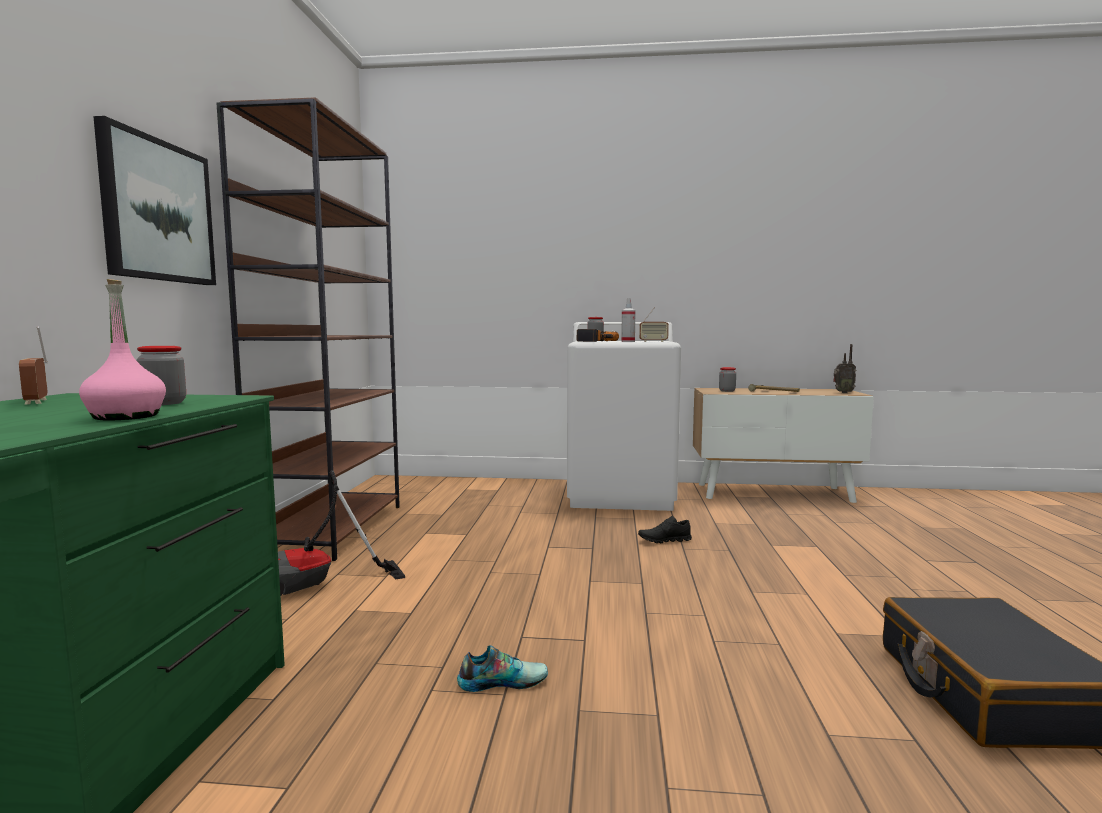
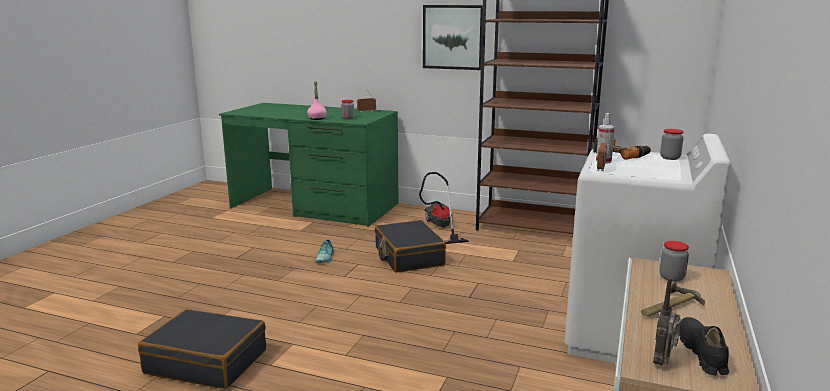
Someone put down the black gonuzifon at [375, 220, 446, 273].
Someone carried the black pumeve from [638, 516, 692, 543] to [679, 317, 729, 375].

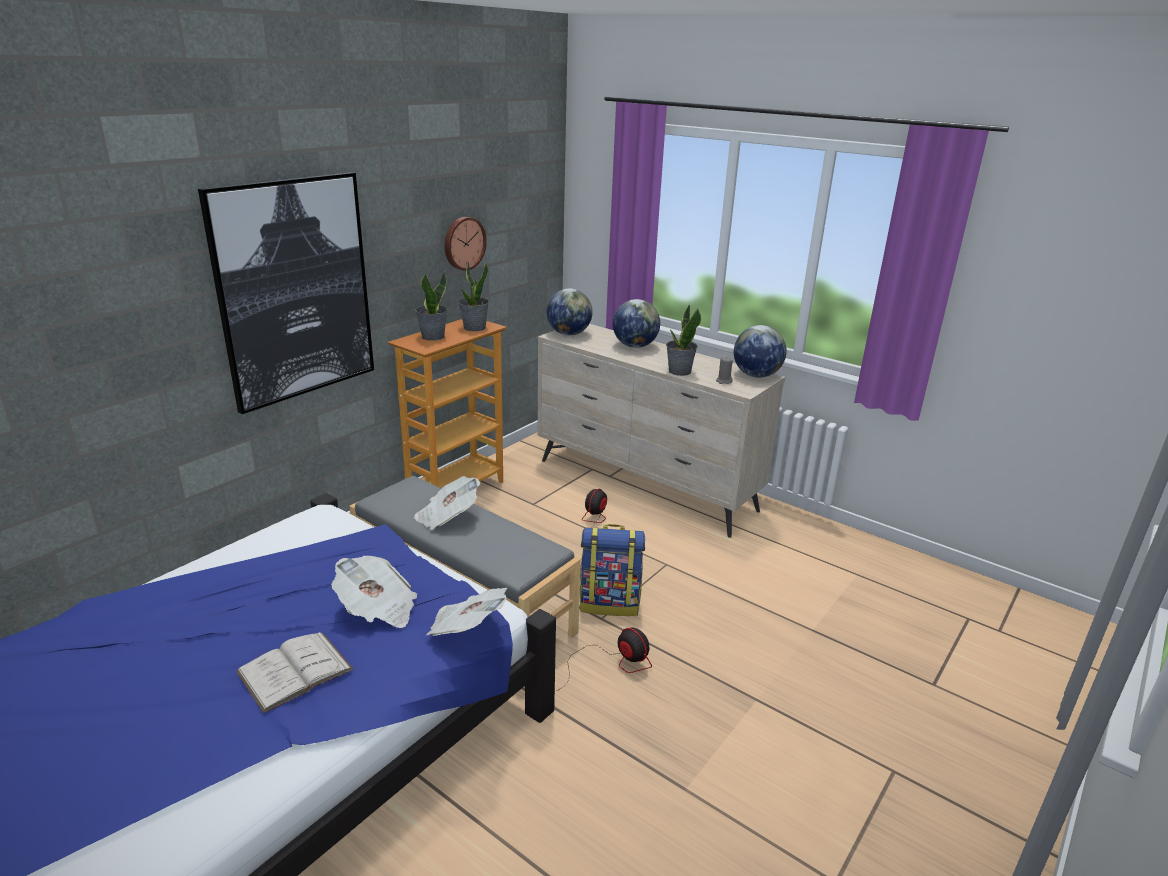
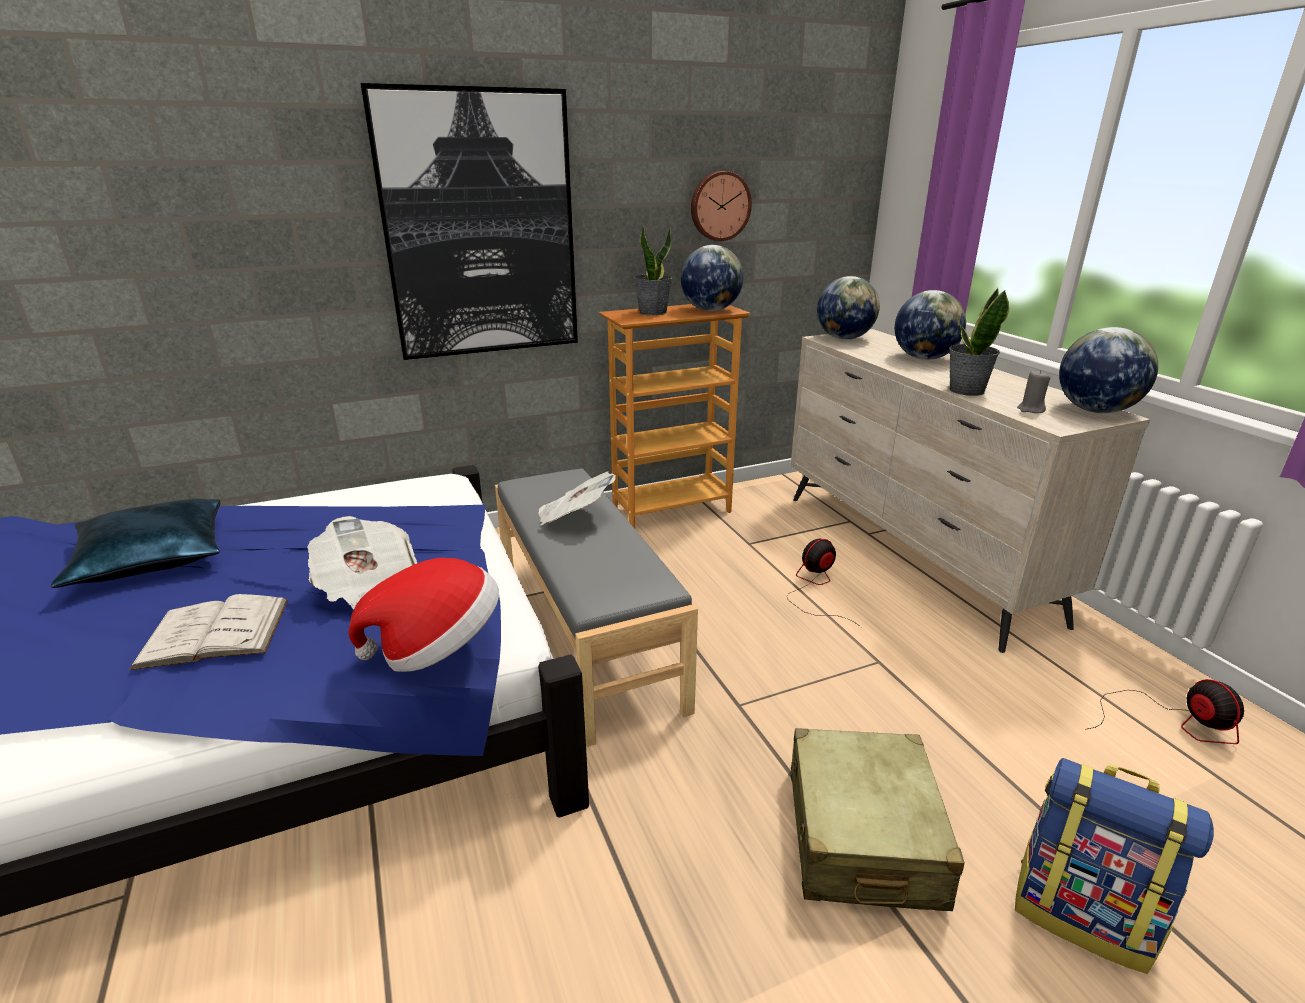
Someone put down the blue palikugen at [51, 499, 221, 588].
Someone swapped the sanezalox at [427, 588, 507, 636] for the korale at [348, 558, 499, 672].
Someone swapped the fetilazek at [459, 262, 489, 331] for the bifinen at [681, 245, 743, 311].
Someone put down the beige gonuzifon at [789, 728, 965, 911].
Someone carried the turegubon from [580, 524, 645, 616] to [1015, 758, 1214, 974].
Someone carried the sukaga from [557, 628, 652, 691] to [1085, 679, 1244, 744].

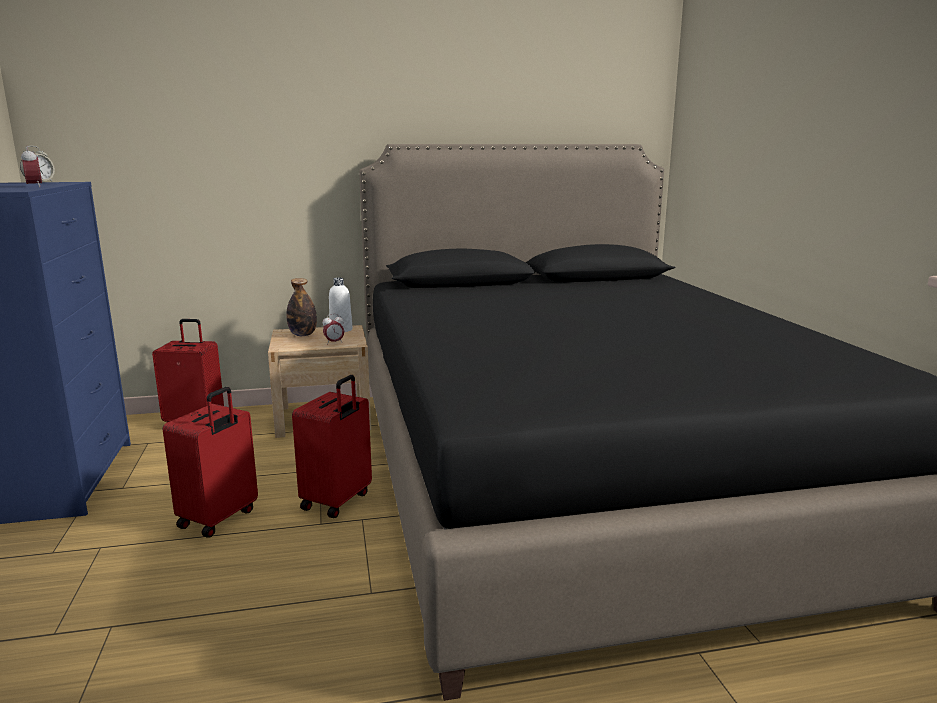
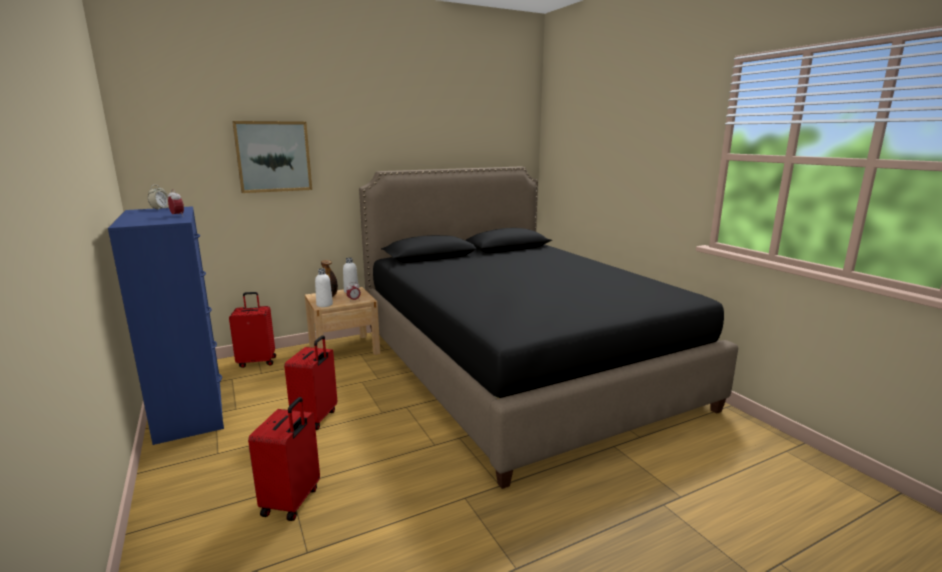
Someone put up the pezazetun at [232, 121, 312, 193].
Someone carried the red gonuzifon from [292, 375, 372, 518] to [248, 397, 320, 521].
Someone put down the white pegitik at [315, 268, 333, 307].

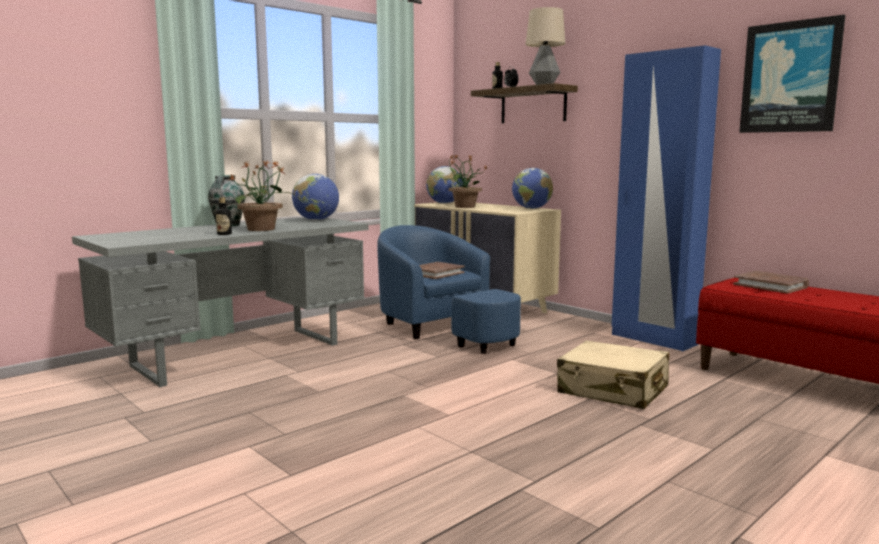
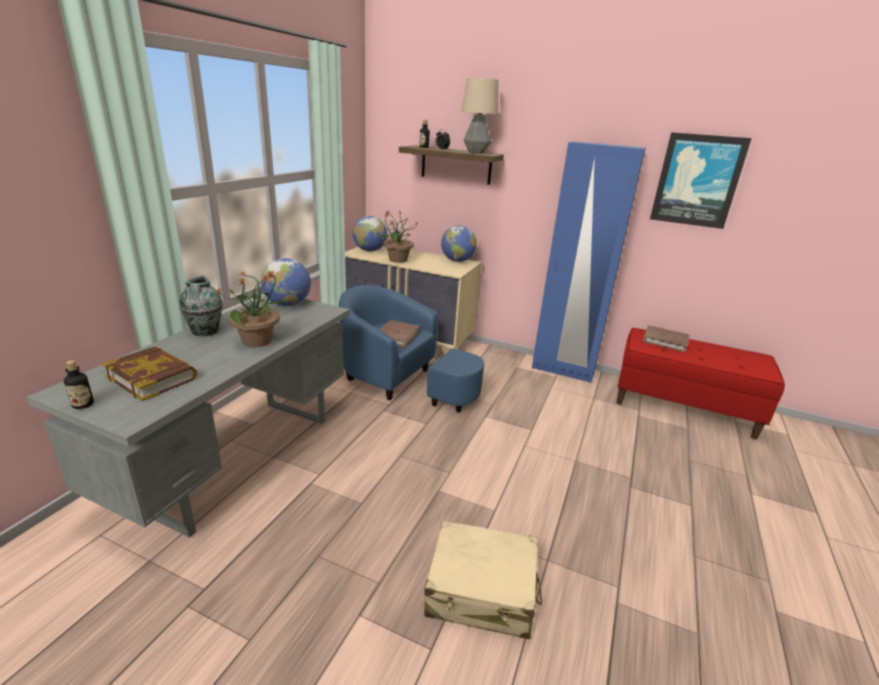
Someone carried the pegitik from [216, 197, 232, 235] to [64, 360, 94, 409].
Someone put down the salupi at [102, 346, 197, 401].
Someone carried the beige gonuzifon from [557, 340, 669, 409] to [424, 520, 542, 639].

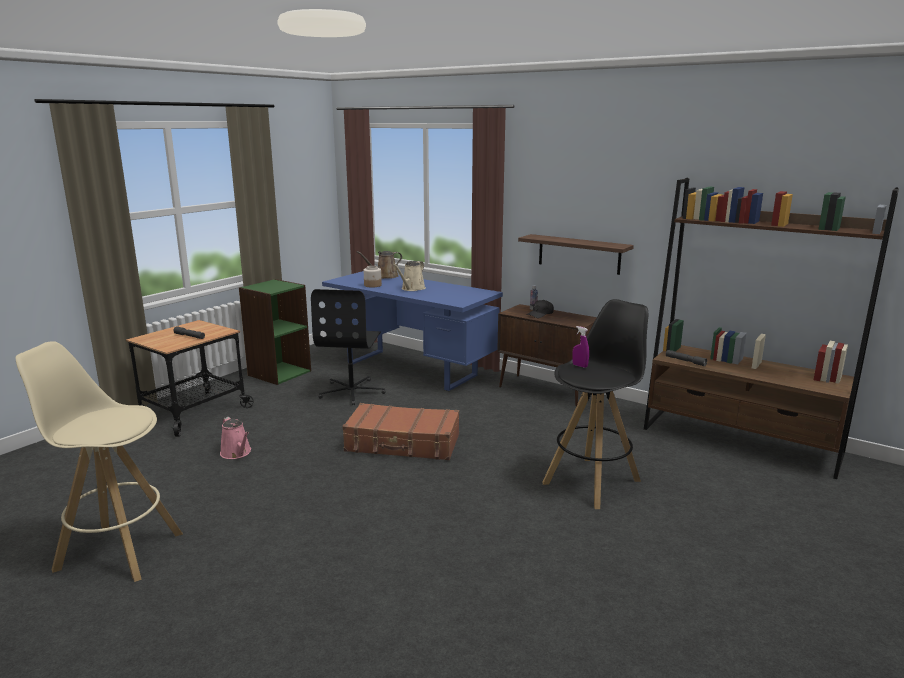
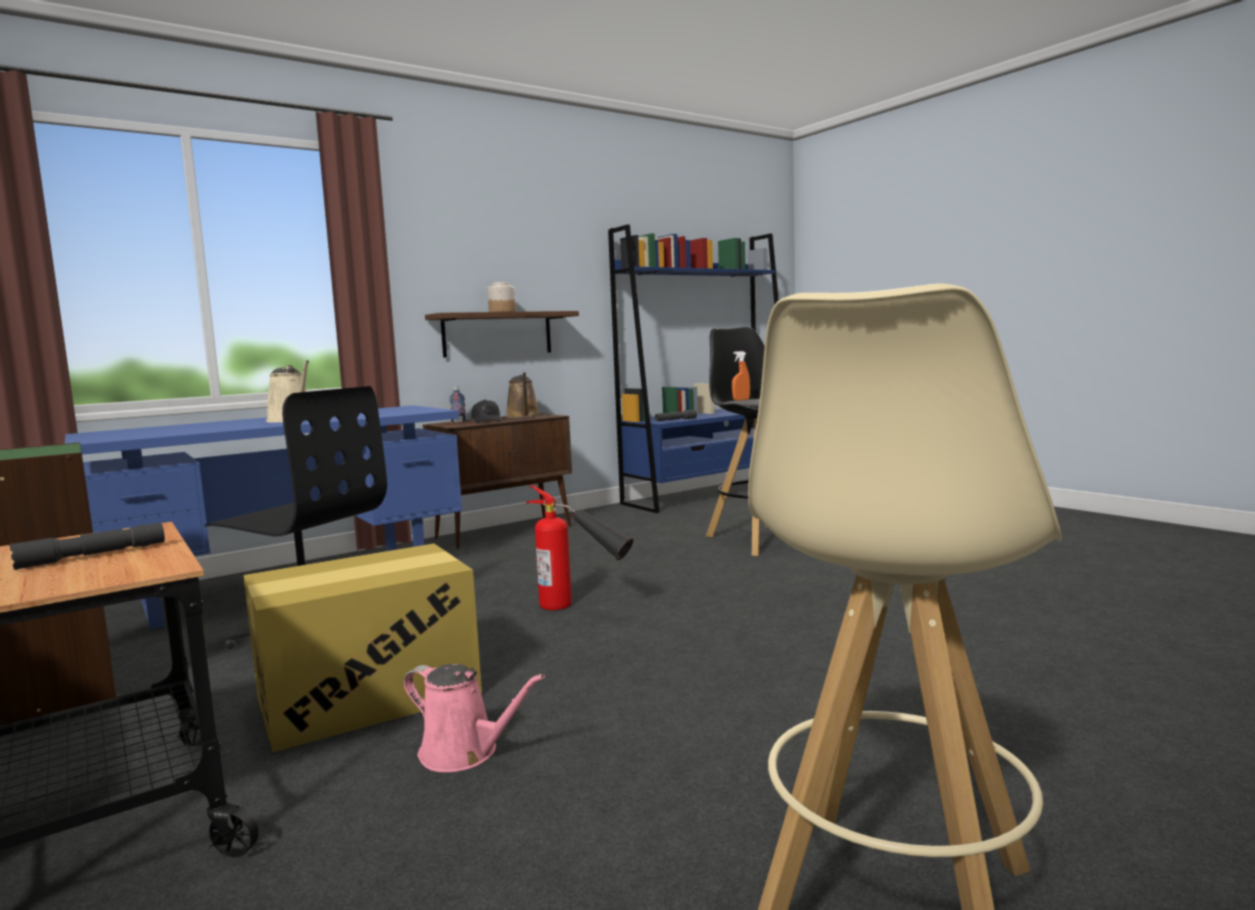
Someone put down the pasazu at [244, 543, 482, 752].
Someone rotated the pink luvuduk at [220, 417, 251, 459] by 45 degrees clockwise.
Someone carried the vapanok from [364, 266, 382, 288] to [488, 282, 516, 312].
Someone carried the brown luvuduk from [357, 251, 402, 279] to [505, 372, 541, 418].
Someone swapped the brown gonuzifon at [342, 403, 459, 460] for the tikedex at [526, 485, 633, 610].
Someone repainted the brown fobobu at [644, 178, 899, 479], which became the blue fobobu at [608, 225, 779, 513].
Someone repainted the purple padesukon at [572, 326, 589, 368], which became the orange padesukon at [732, 351, 750, 401].

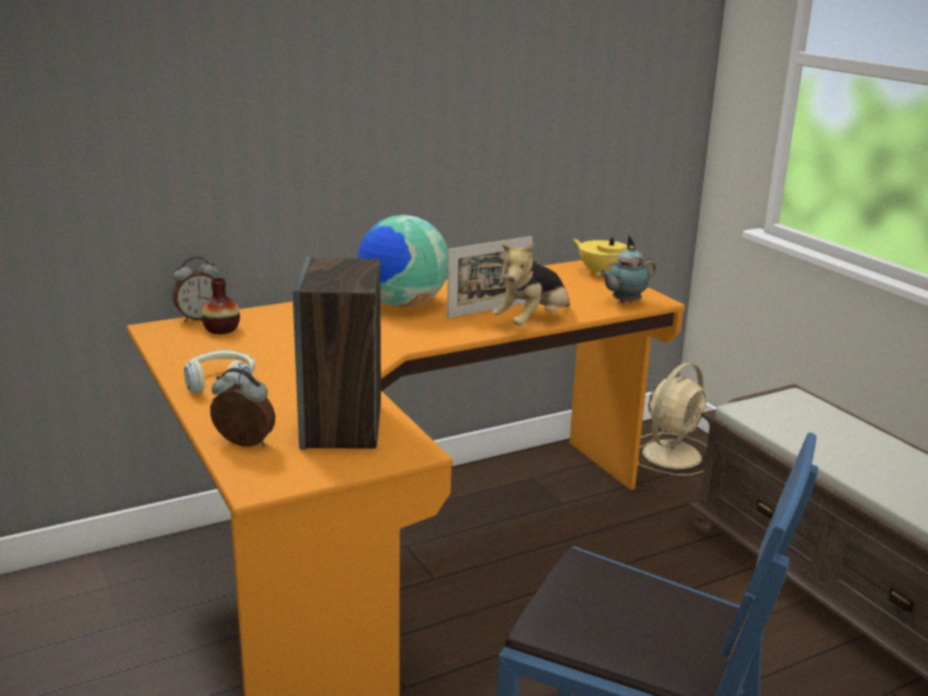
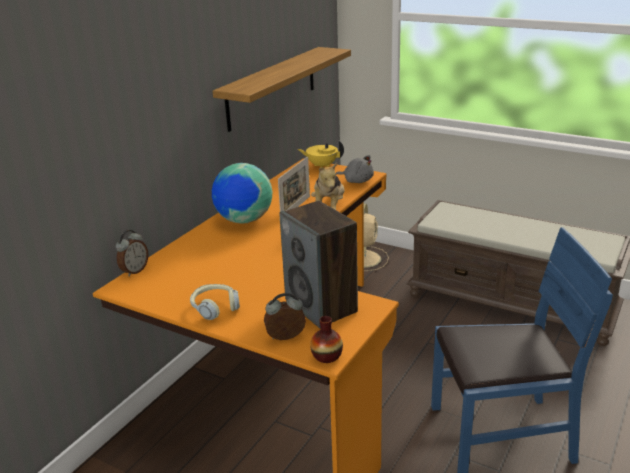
Someone put up the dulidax at [213, 47, 351, 132].
Someone carried the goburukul from [201, 278, 240, 334] to [310, 316, 343, 363].
Someone swapped the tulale at [599, 245, 656, 303] for the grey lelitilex at [335, 155, 374, 183].

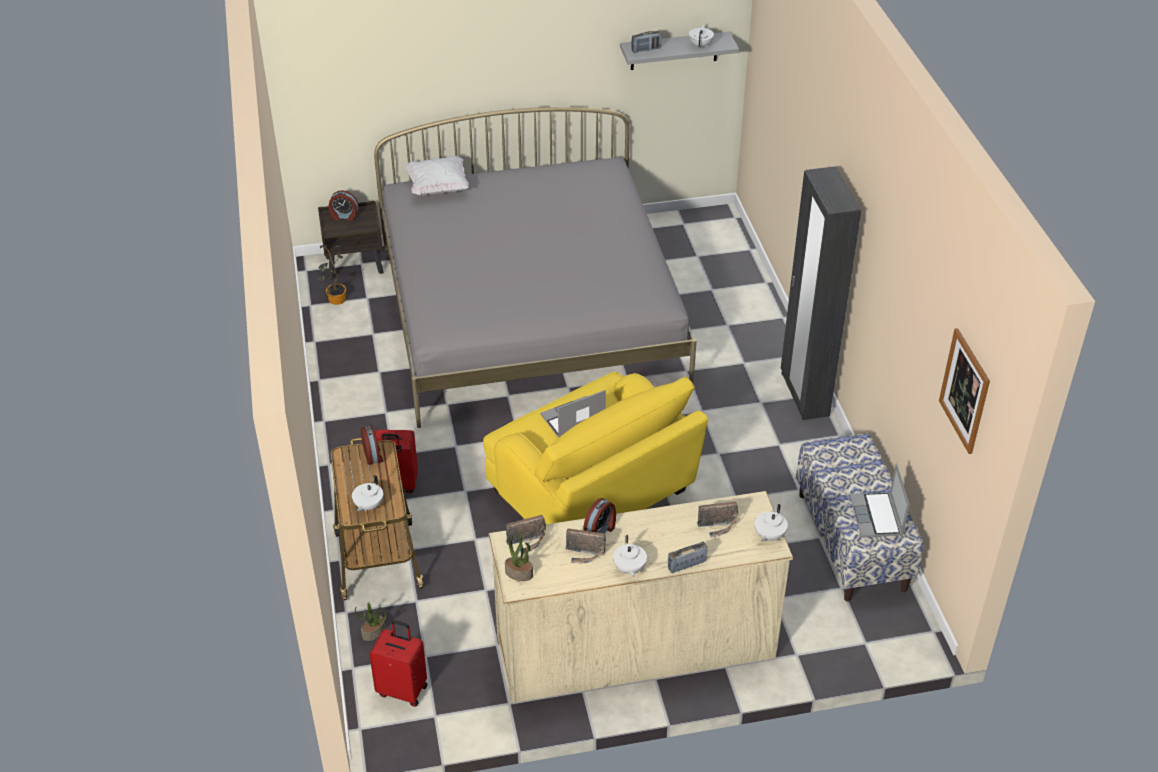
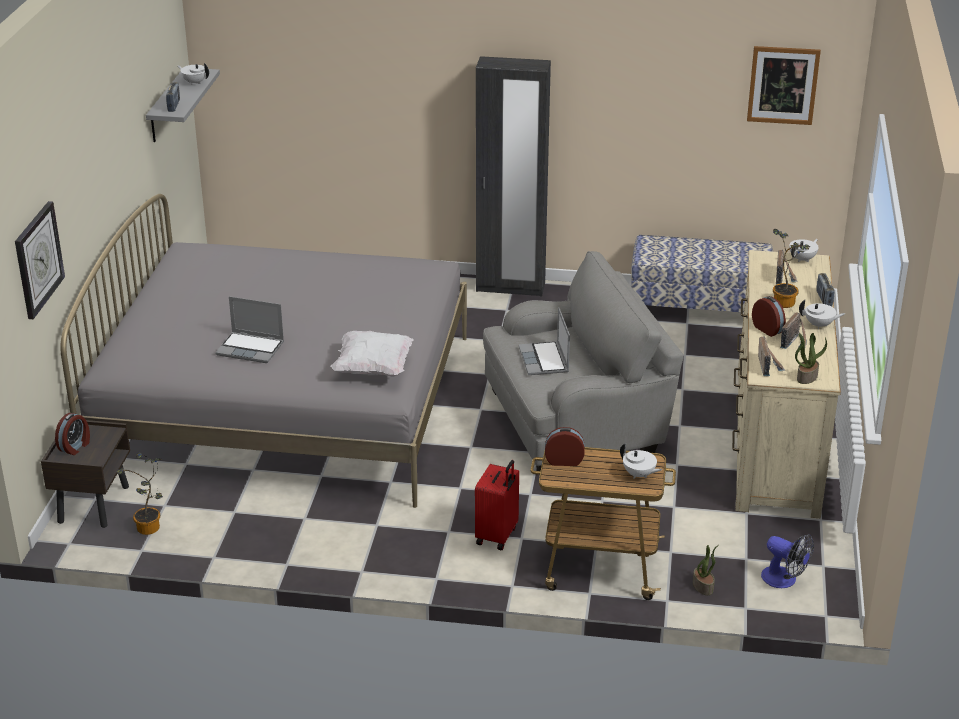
Someone put up the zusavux at [15, 201, 65, 319].
Someone carried the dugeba from [850, 464, 910, 537] to [215, 296, 284, 363].
Someone carried the white palikugen from [405, 156, 469, 196] to [330, 331, 413, 377].
Someone repainted the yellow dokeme at [483, 372, 708, 524], which became the grey dokeme at [483, 251, 684, 471].
Someone swapped the red gonuzifon at [369, 620, 428, 707] for the sukaga at [761, 534, 814, 588].
Someone put down the fetilazek at [773, 229, 810, 308].
Someone rotated the white tulale at [754, 504, 788, 542] by 90 degrees counterclockwise.

